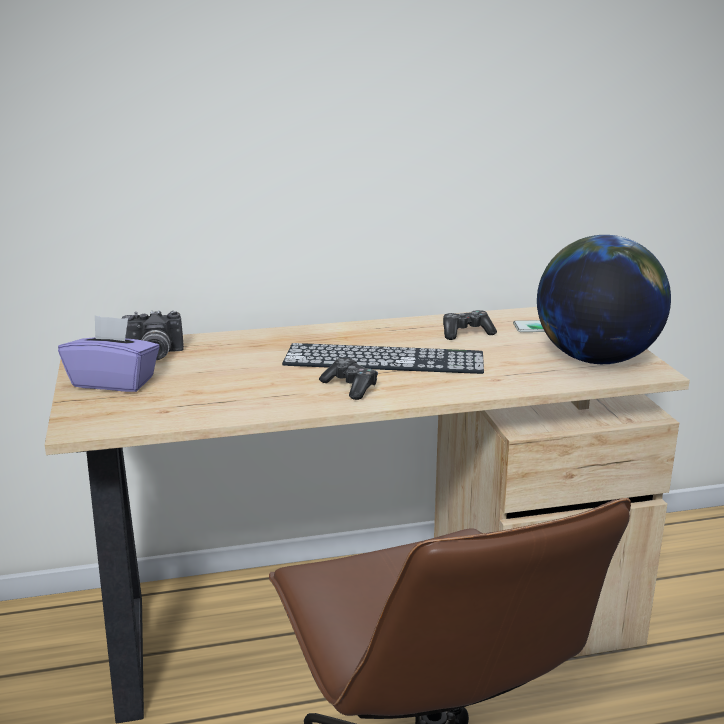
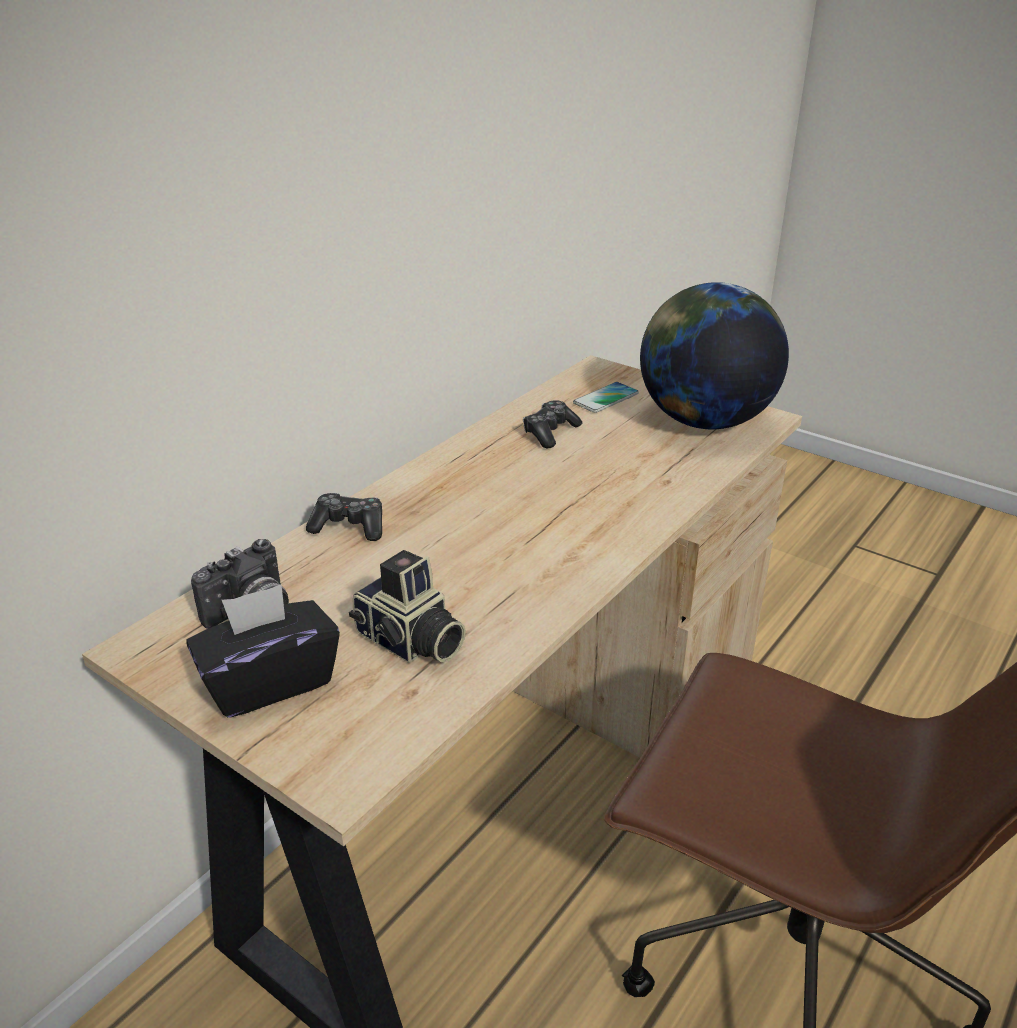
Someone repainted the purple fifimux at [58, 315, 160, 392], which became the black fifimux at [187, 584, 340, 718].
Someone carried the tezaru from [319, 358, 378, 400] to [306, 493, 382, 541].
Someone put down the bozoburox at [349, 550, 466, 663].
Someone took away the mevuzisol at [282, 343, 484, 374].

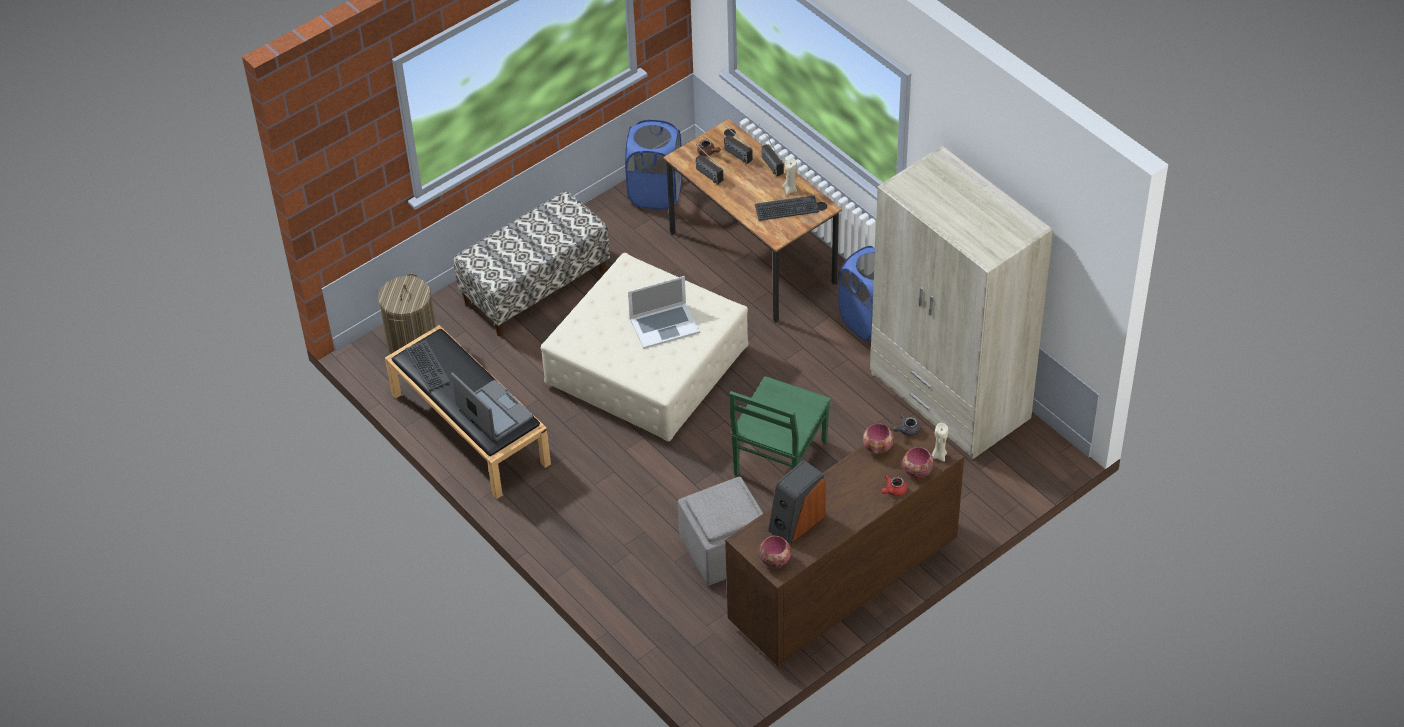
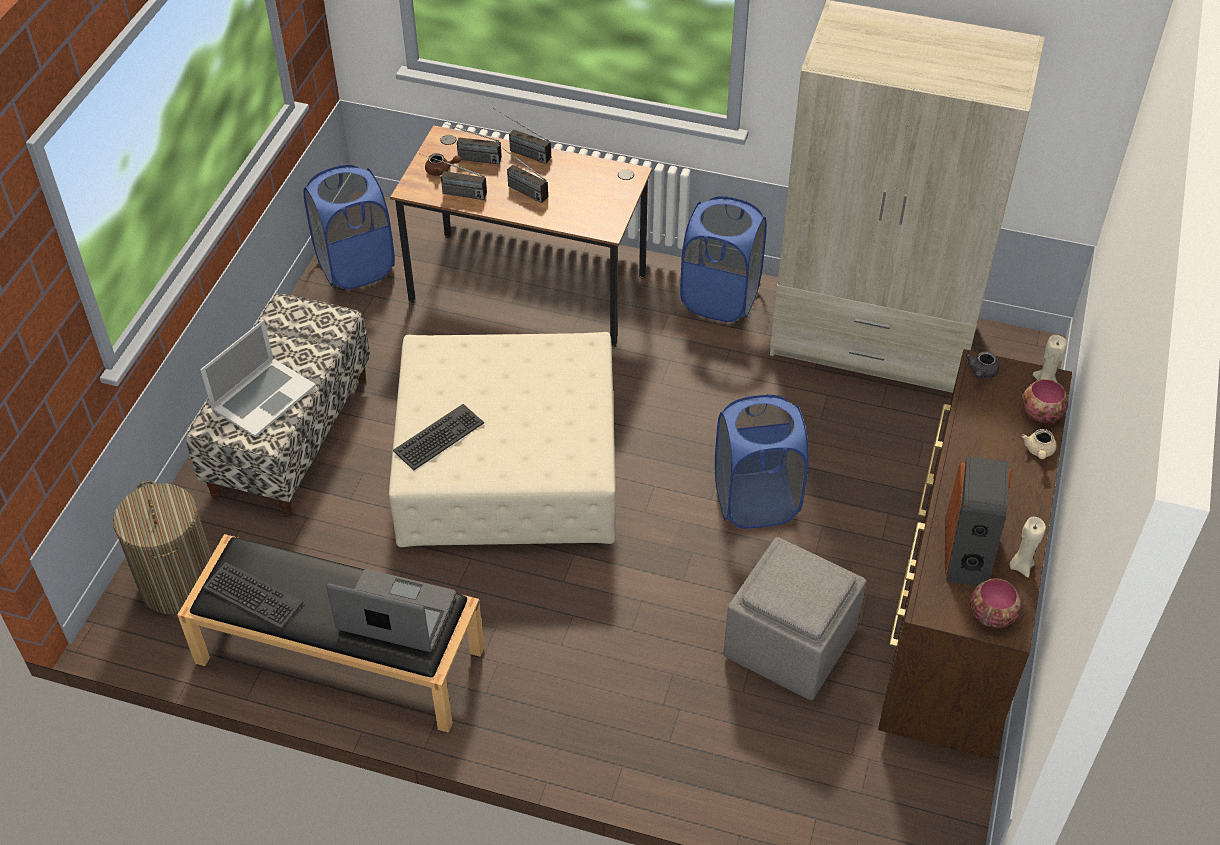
Someone carried the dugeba from [628, 276, 700, 349] to [200, 320, 316, 438].
Someone carried the mevuzisol from [755, 195, 819, 221] to [393, 404, 484, 470].
Someone put down the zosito at [496, 143, 548, 203].
Someone swapped the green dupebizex at [730, 376, 831, 476] for the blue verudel at [715, 394, 809, 528].
Someone carried the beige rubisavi from [782, 158, 797, 195] to [1009, 517, 1046, 577].
Someone repainted the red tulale at [881, 475, 907, 496], which became the beige tulale at [1022, 429, 1056, 459].
Someone took away the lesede at [862, 423, 894, 454].

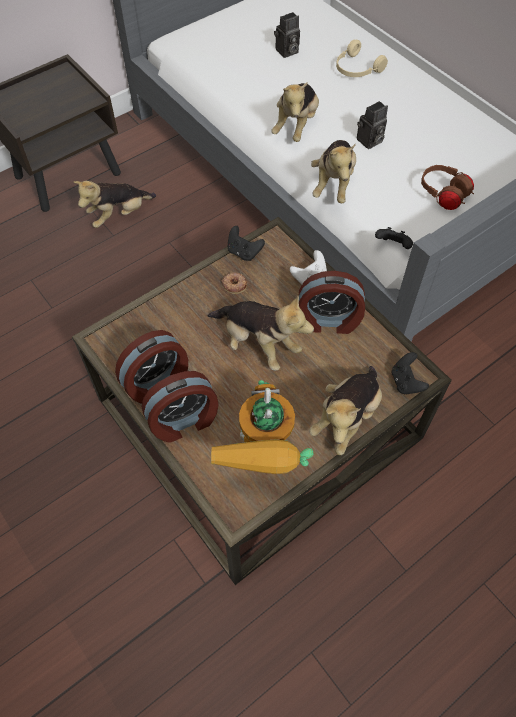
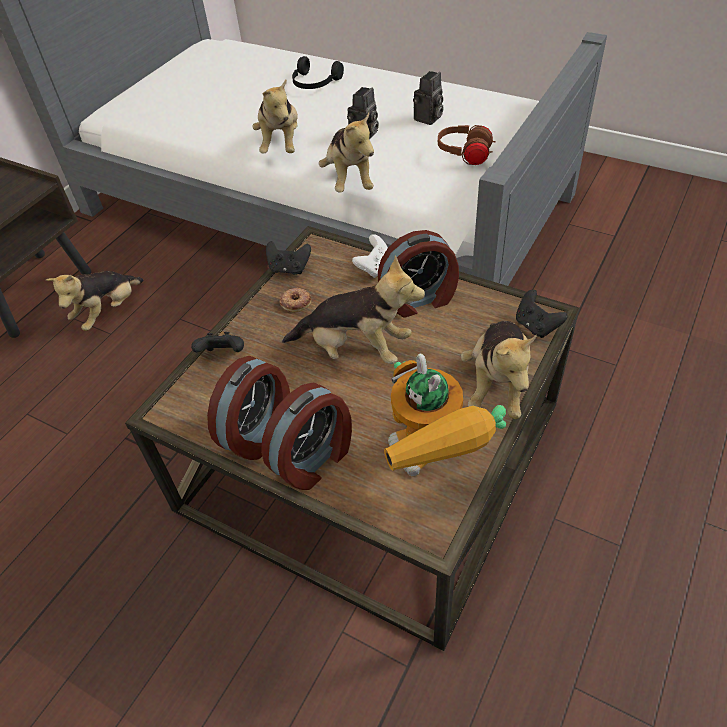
Someone carried the black tezaru from [375, 227, 413, 249] to [191, 332, 244, 352].
Someone repainted the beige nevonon at [336, 40, 388, 77], which became the black nevonon at [292, 56, 344, 89].
Someone carried the bozoburox from [274, 12, 300, 58] to [413, 71, 444, 125].

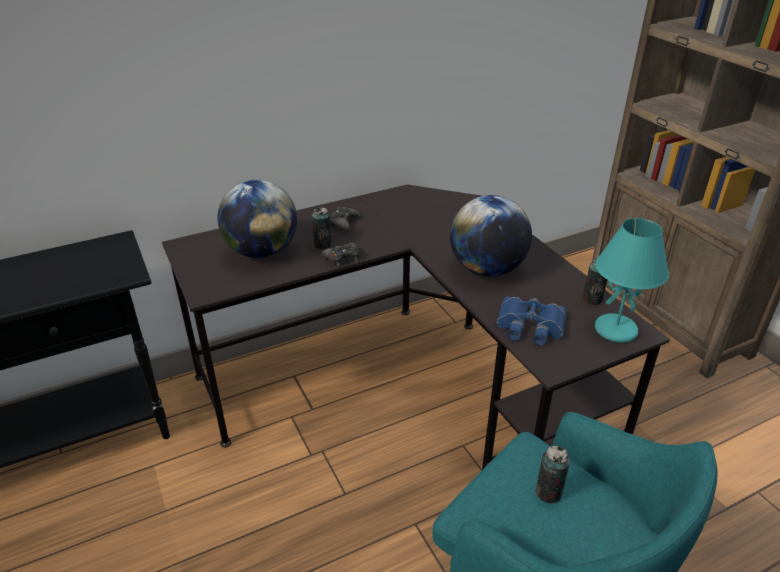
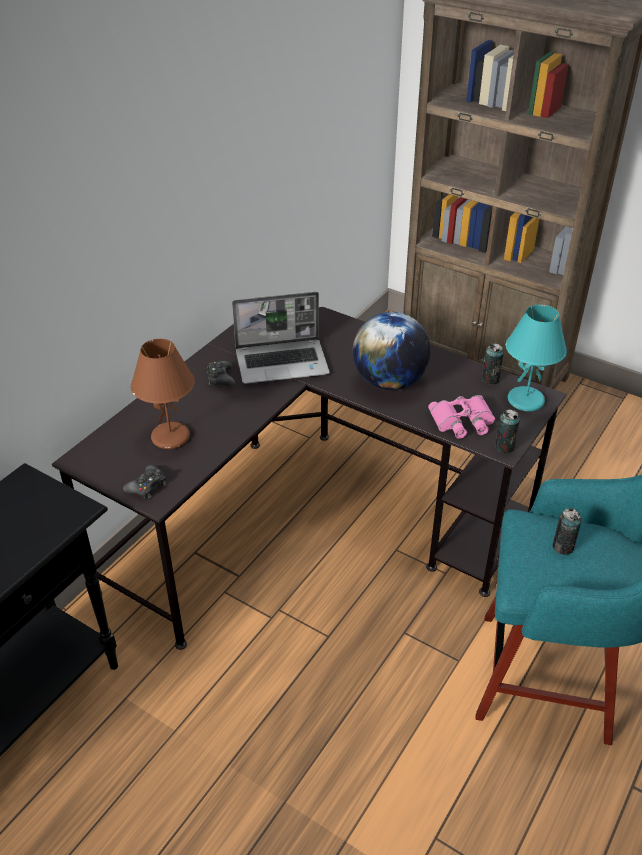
Someone carried the black tezaru from [322, 243, 359, 266] to [123, 465, 166, 499].
Someone swapped the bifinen at [218, 179, 297, 258] for the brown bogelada at [131, 339, 195, 449].
Someone put down the dugeba at [232, 292, 330, 384].
Someone repainted the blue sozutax at [497, 297, 566, 345], which became the pink sozutax at [428, 395, 495, 439].
Someone carried the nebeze from [312, 207, 332, 249] to [495, 409, 520, 454].

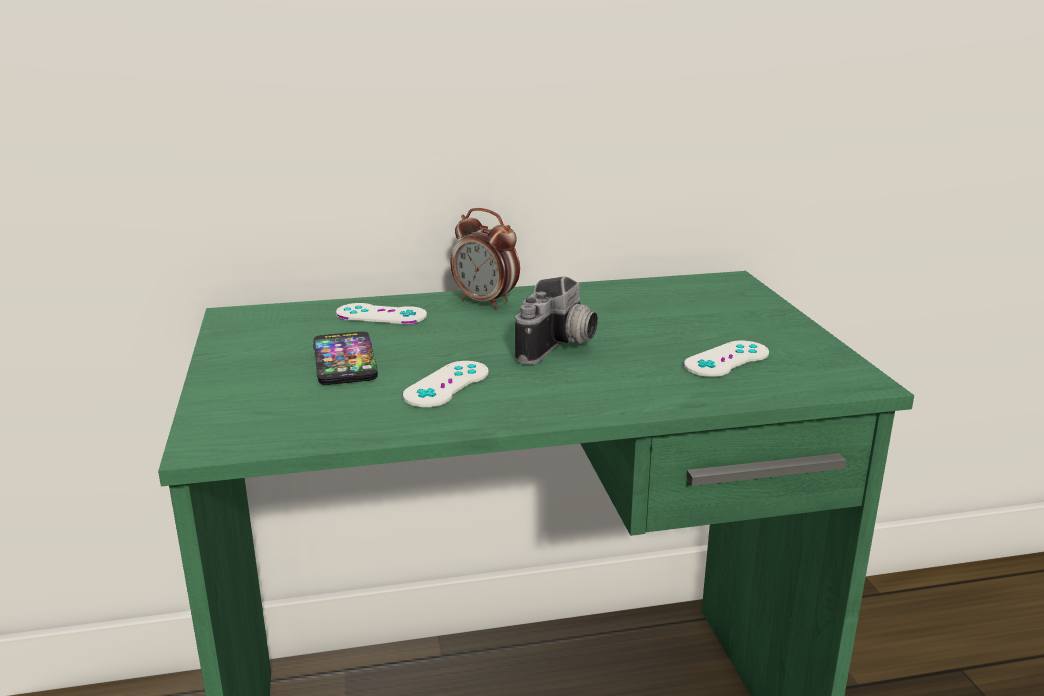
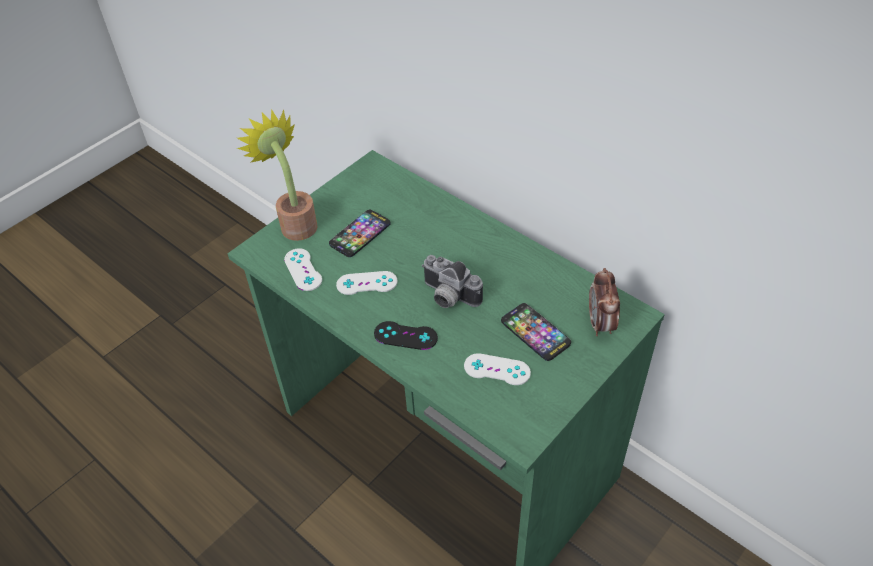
Someone put down the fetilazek at [237, 109, 318, 241].
Someone carried the white tezaru from [336, 303, 427, 324] to [284, 248, 322, 291].
Someone put down the black tezaru at [374, 321, 438, 350].
Someone rotated the bozoburox at [515, 276, 598, 365] by 45 degrees clockwise.
Someone put down the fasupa at [501, 303, 571, 361].
Someone carried the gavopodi from [451, 208, 520, 309] to [589, 268, 620, 336].

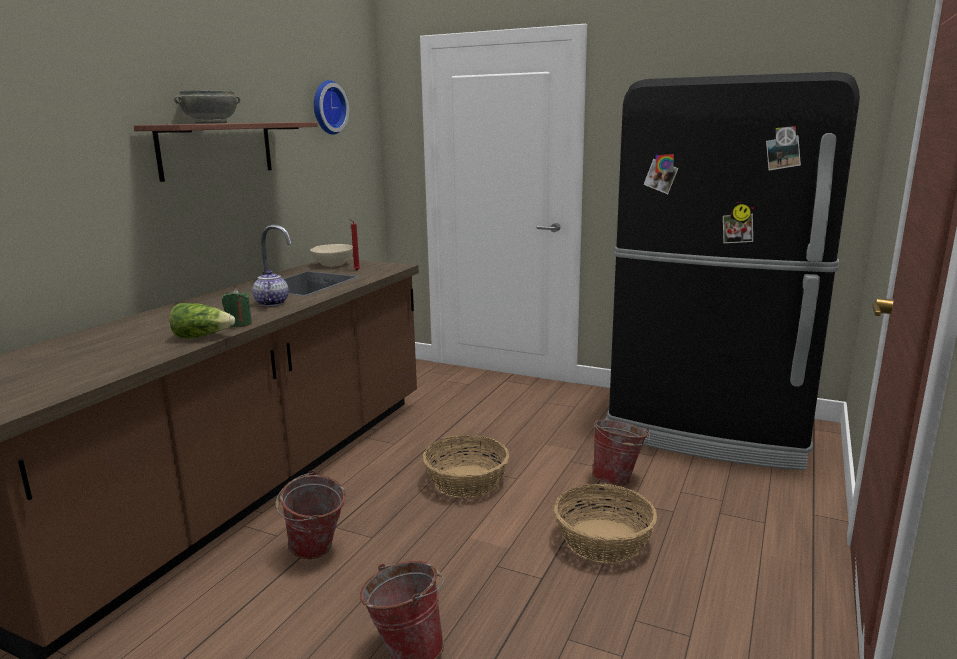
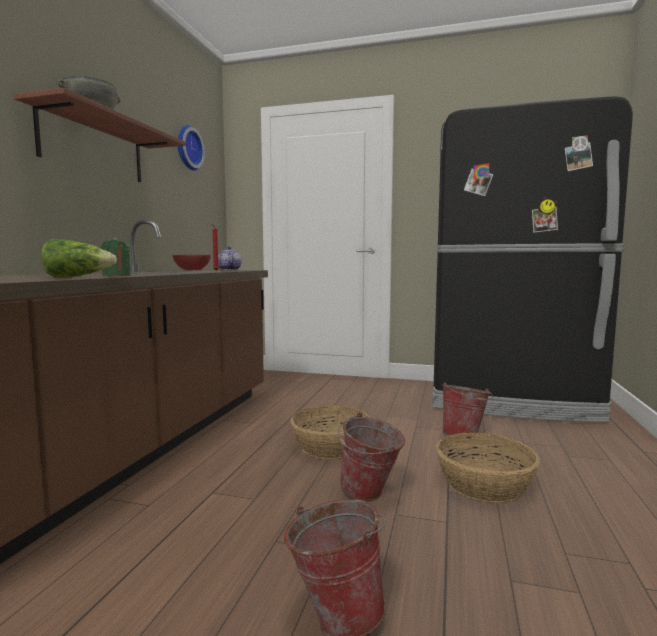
Someone repainted the beige lesede at [310, 244, 353, 267], which became the red lesede at [172, 255, 211, 270].
Someone carried the tulale from [252, 270, 288, 306] to [218, 247, 242, 270].
Someone carried the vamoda from [275, 470, 346, 559] to [338, 413, 405, 501].

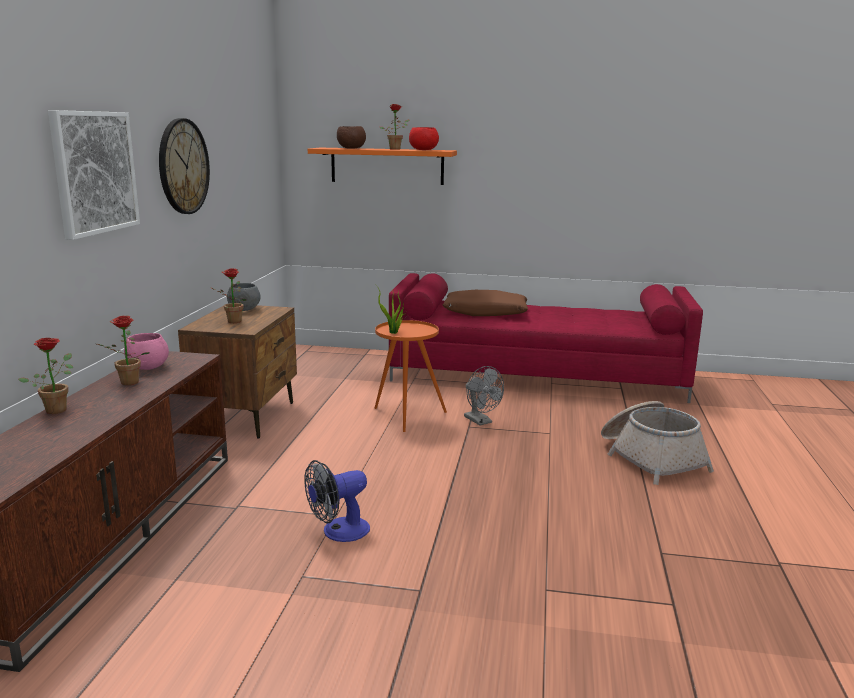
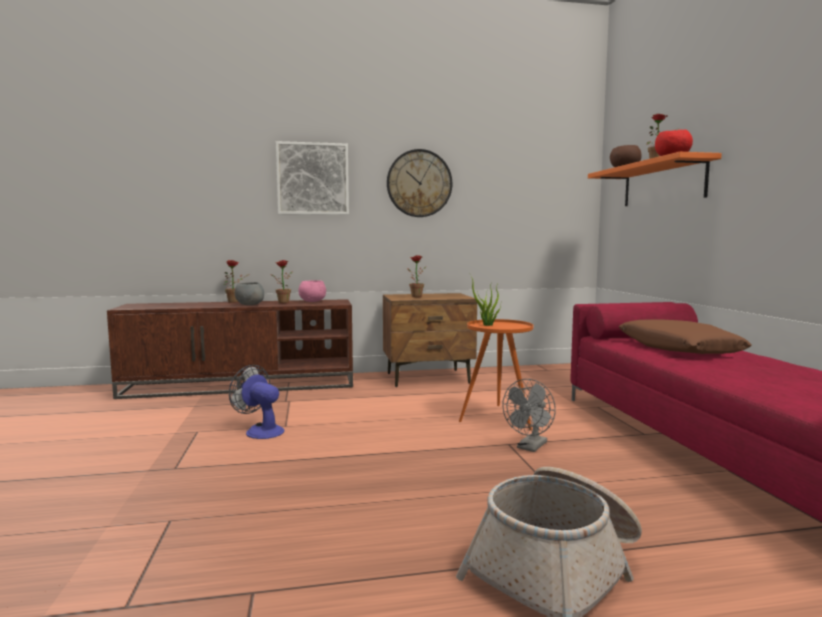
Someone carried the grey lesede from [227, 283, 261, 311] to [235, 282, 264, 305].

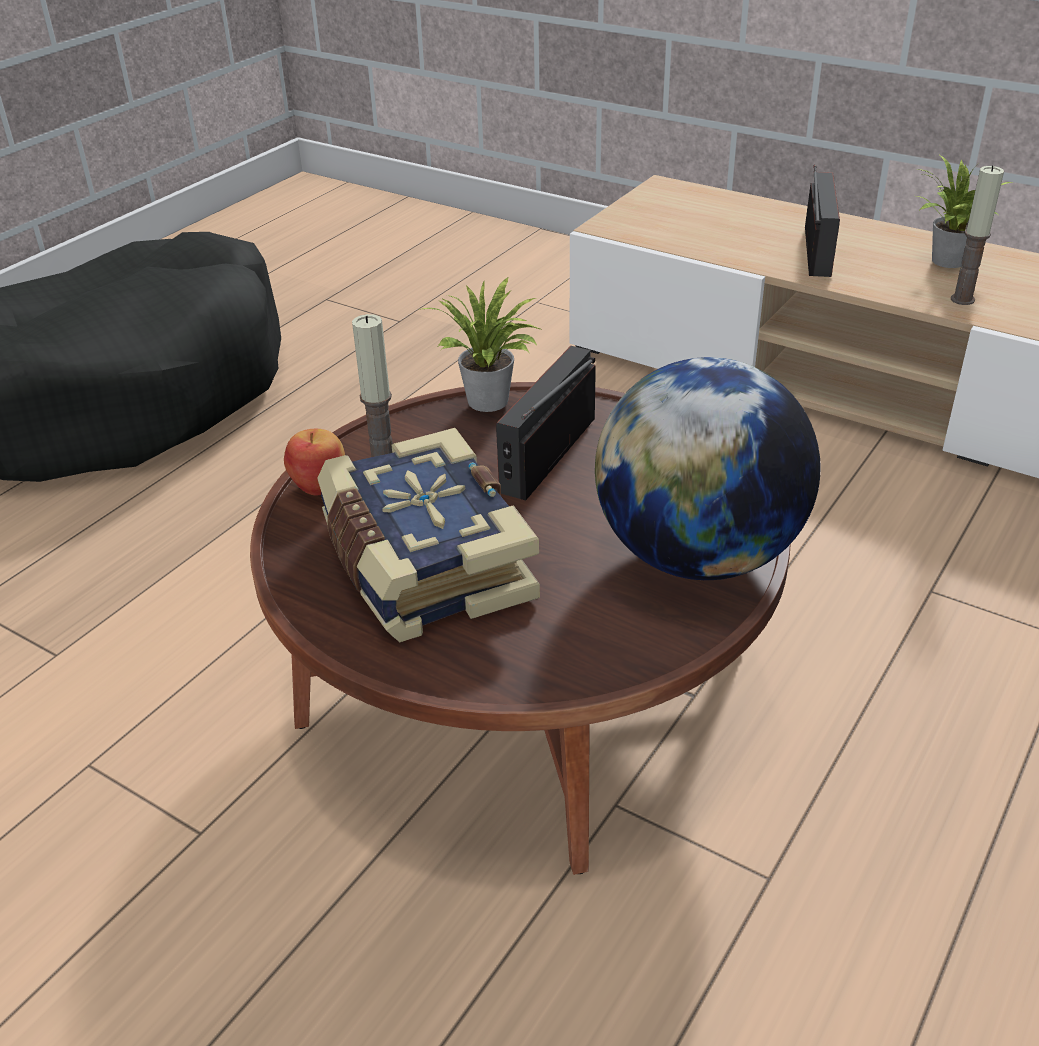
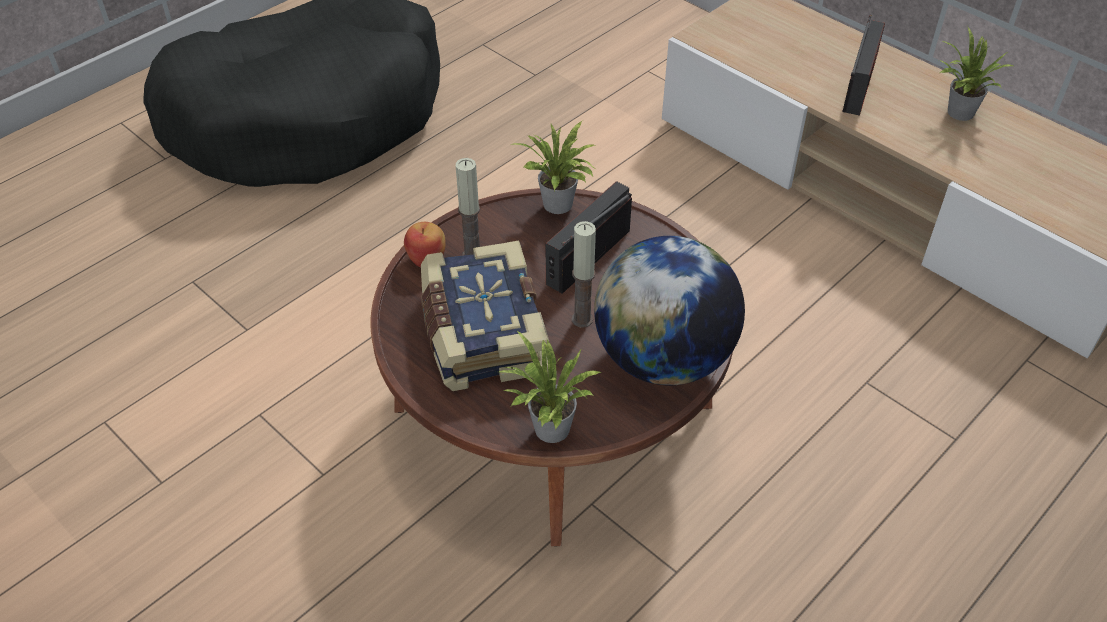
Someone put down the fetilazek at [499, 331, 602, 443].
Someone carried the rubisavi from [951, 165, 1004, 305] to [572, 221, 596, 328].

